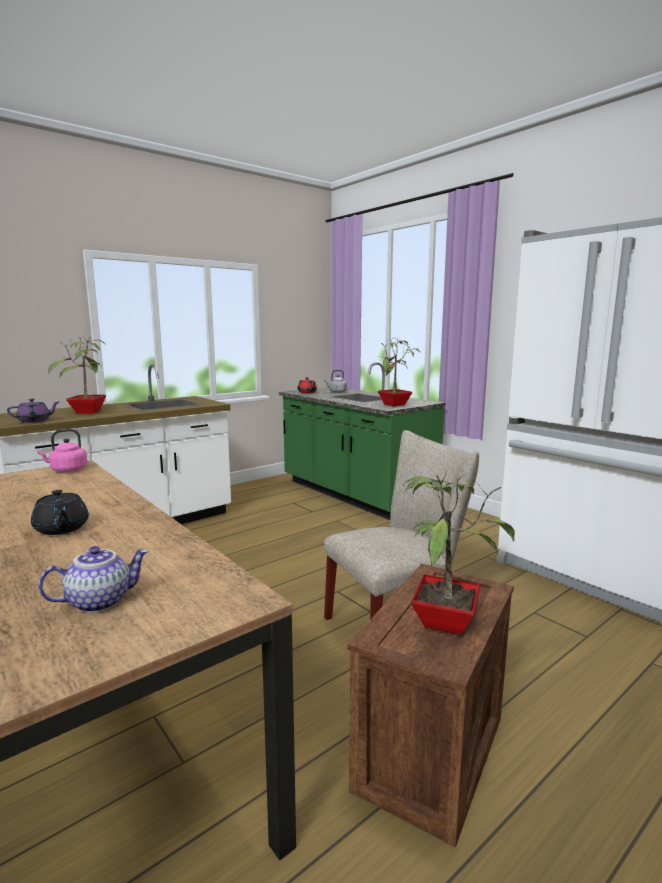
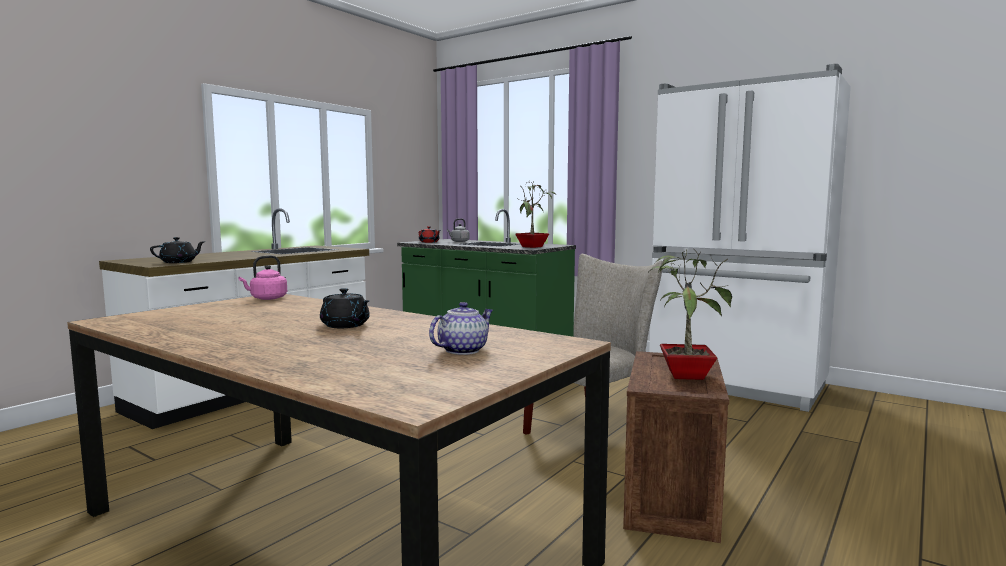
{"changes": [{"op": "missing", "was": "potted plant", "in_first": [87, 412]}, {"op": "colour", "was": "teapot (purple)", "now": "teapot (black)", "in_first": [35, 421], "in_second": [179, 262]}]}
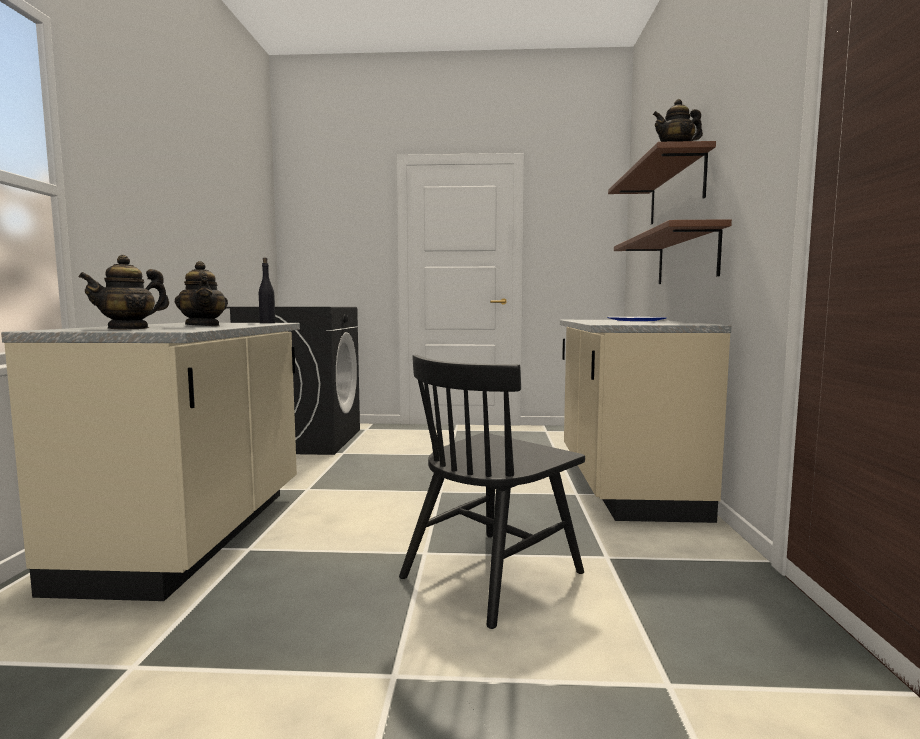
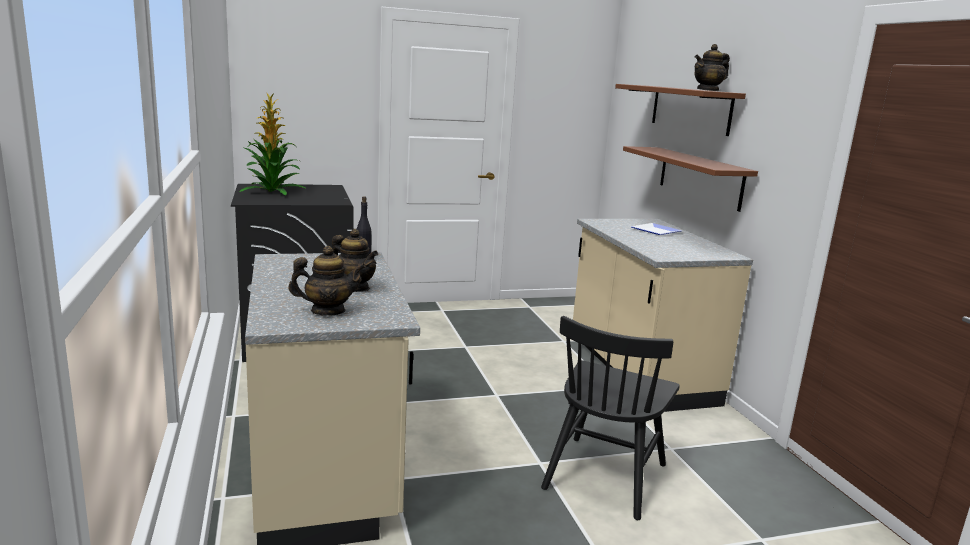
{"changes": [{"op": "appeared", "now": "potted plant", "in_second": [273, 191]}, {"op": "spun", "was": "teapot", "in_first": [129, 328], "in_second": [327, 311], "clockwise": -120}]}
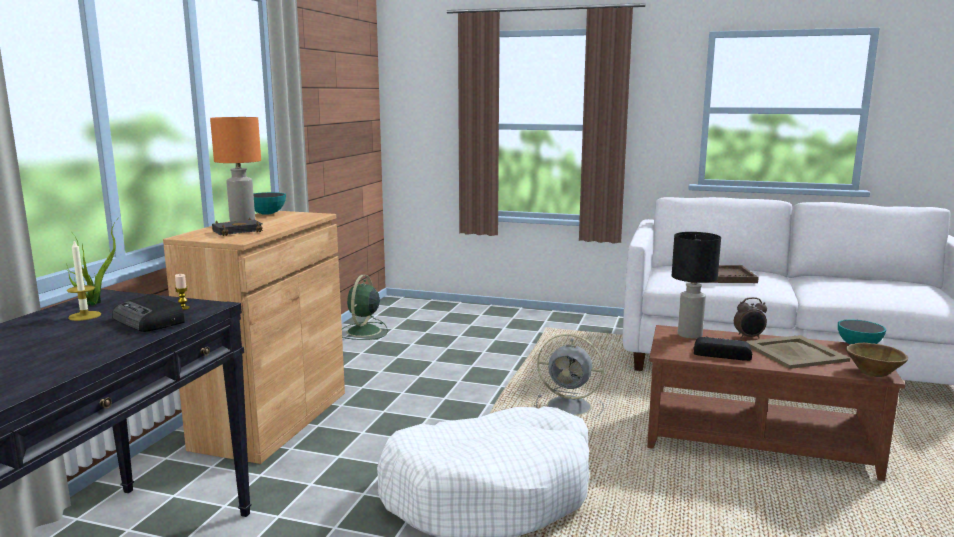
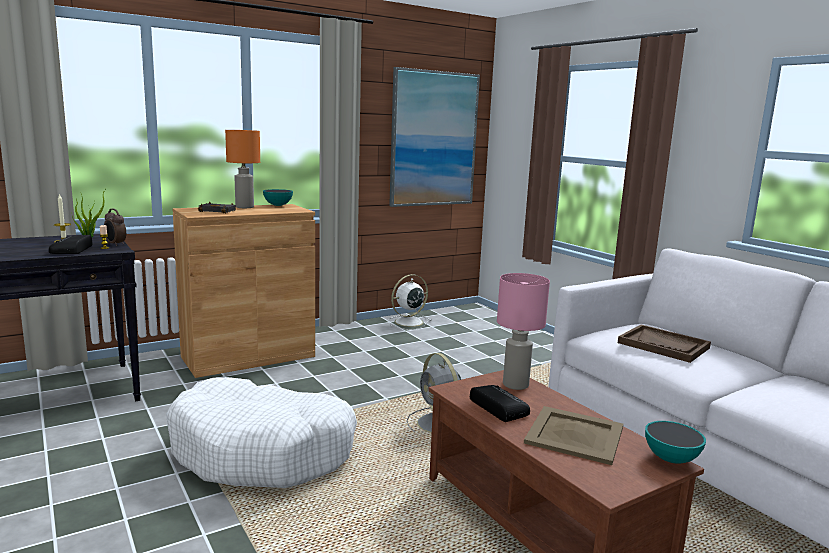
{"changes": [{"op": "missing", "was": "bowl (brown)", "in_first": [872, 373]}, {"op": "appeared", "now": "picture", "in_second": [433, 139]}, {"op": "relocated", "was": "alarm clock", "in_first": [749, 337], "in_second": [115, 244]}, {"op": "colour", "was": "fan (green)", "now": "fan (white)", "in_first": [363, 332], "in_second": [407, 322]}, {"op": "colour", "was": "table lamp (black)", "now": "table lamp (pink)", "in_first": [689, 335], "in_second": [515, 385]}]}
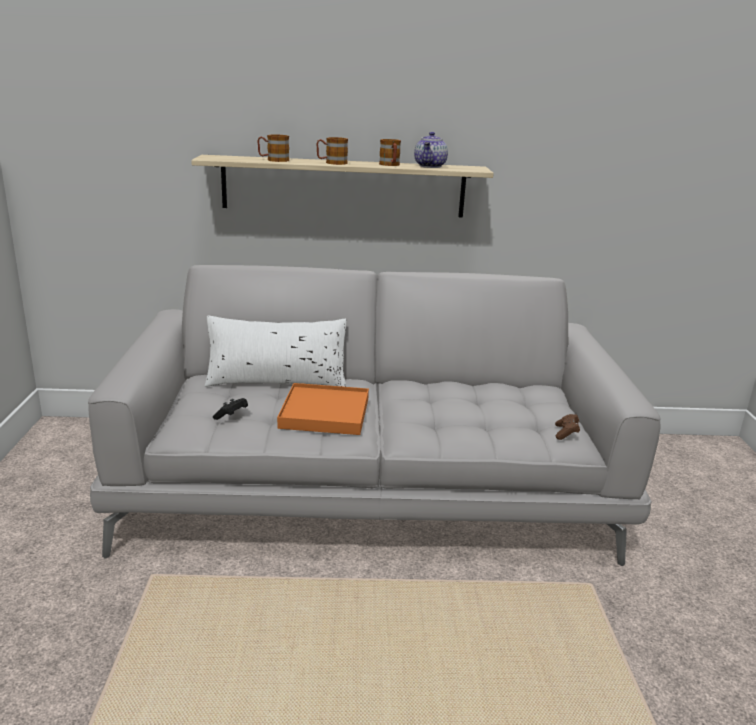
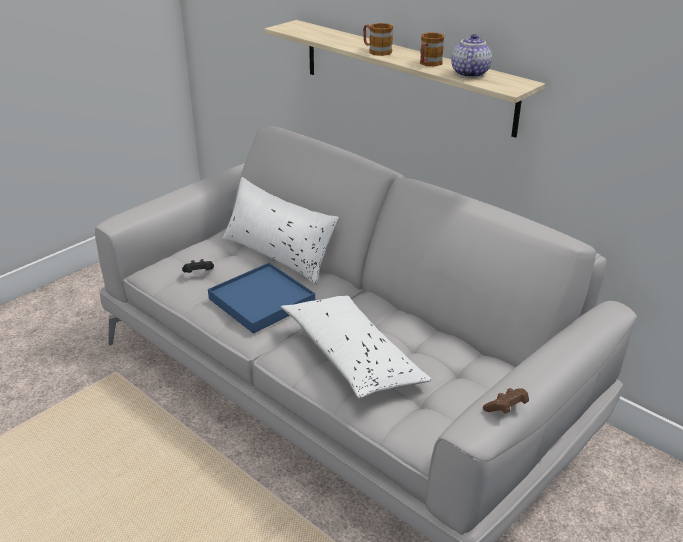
{"changes": [{"op": "missing", "was": "mug", "in_first": [273, 160]}, {"op": "appeared", "now": "pillow (white)", "in_second": [352, 357]}, {"op": "relocated", "was": "game controller (brown)", "in_first": [566, 433], "in_second": [506, 408]}, {"op": "colour", "was": "tray (orange)", "now": "tray (blue)", "in_first": [325, 413], "in_second": [262, 301]}, {"op": "spun", "was": "teapot", "in_first": [430, 166], "in_second": [469, 73], "clockwise": 135}]}
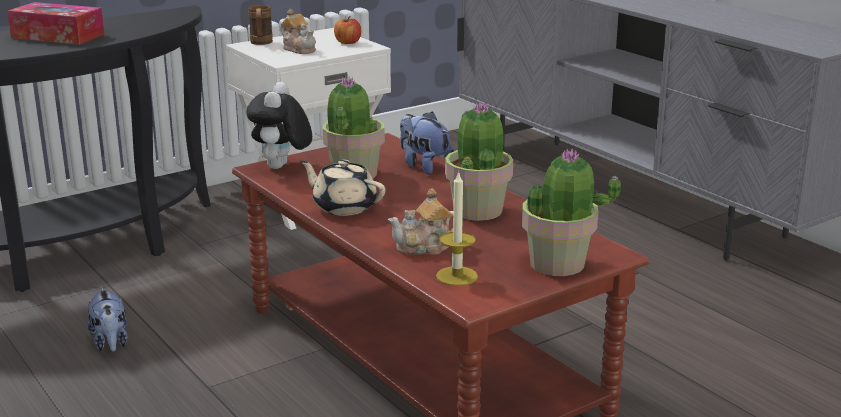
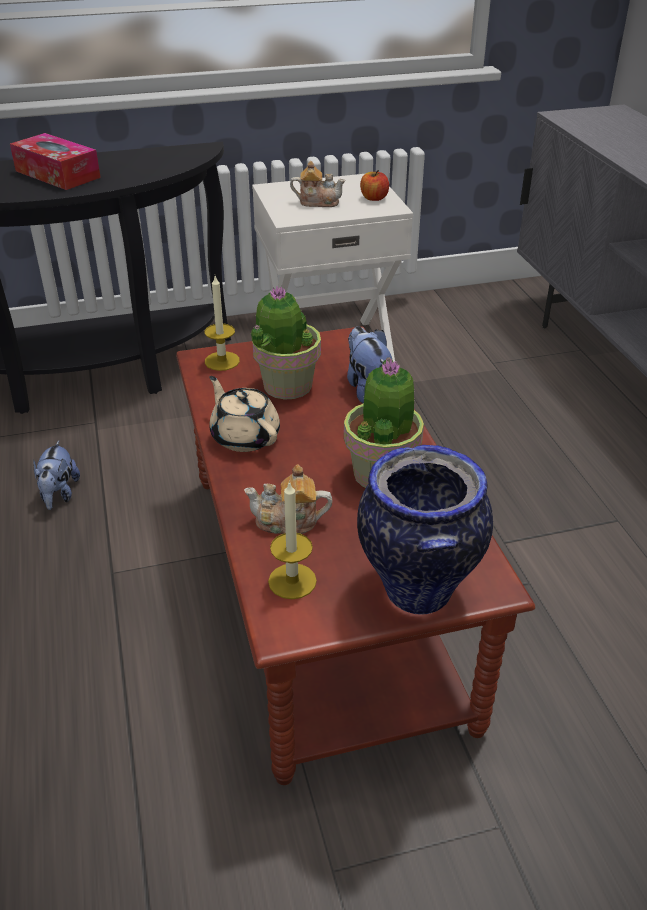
{"changes": [{"op": "missing", "was": "mug (brown)", "in_first": [261, 43]}, {"op": "exchanged", "was": "plush toy", "now": "candle", "in_first": [281, 167], "in_second": [222, 361]}, {"op": "exchanged", "was": "potted plant", "now": "vase", "in_first": [558, 264], "in_second": [417, 590]}, {"op": "spun", "was": "teapot", "in_first": [299, 49], "in_second": [318, 202], "clockwise": -60}]}
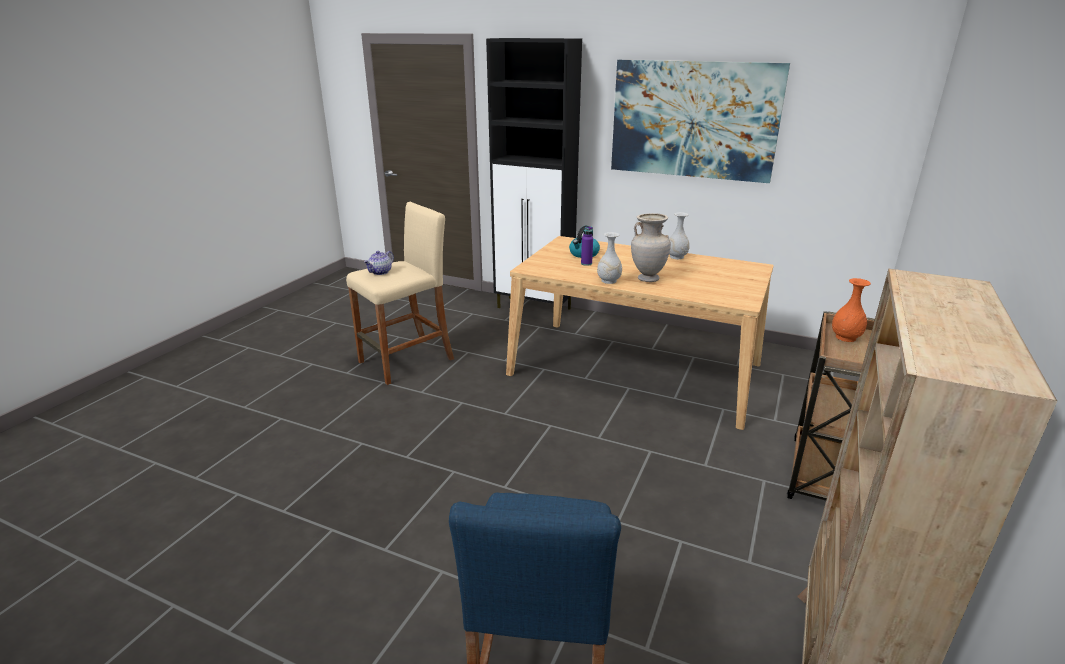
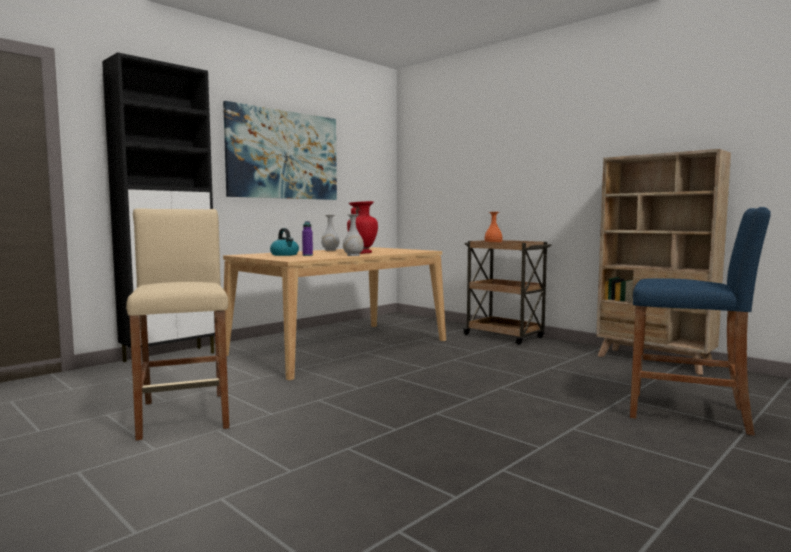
{"changes": [{"op": "missing", "was": "teapot", "in_first": [380, 272]}, {"op": "colour", "was": "vase (beige)", "now": "vase (red)", "in_first": [648, 279], "in_second": [362, 253]}]}
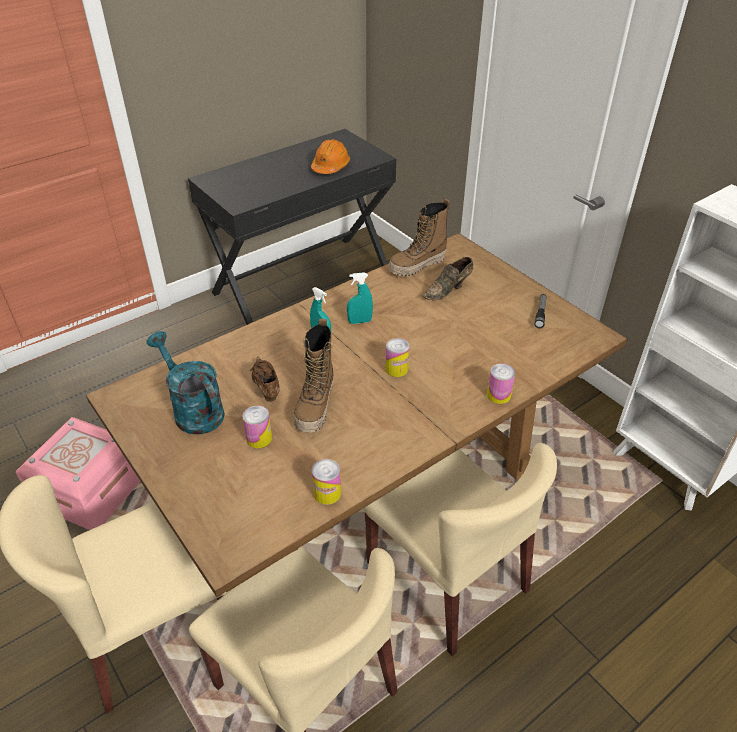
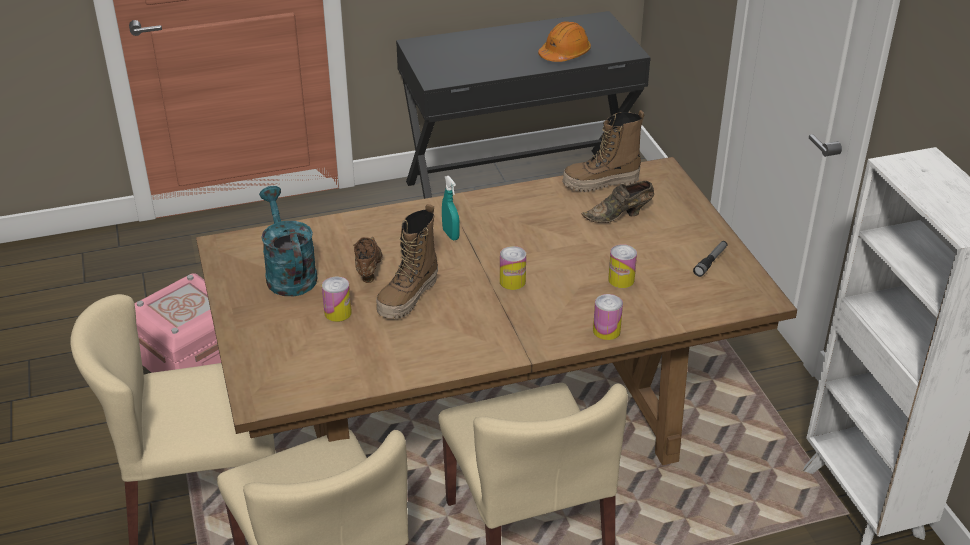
{"changes": [{"op": "missing", "was": "spray bottle (turquoise)", "in_first": [359, 321]}, {"op": "relocated", "was": "can", "in_first": [327, 493], "in_second": [621, 280]}]}
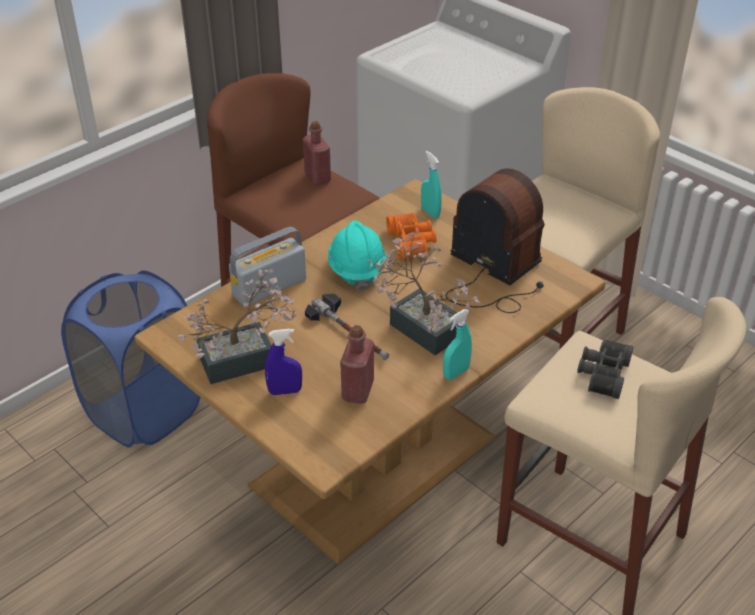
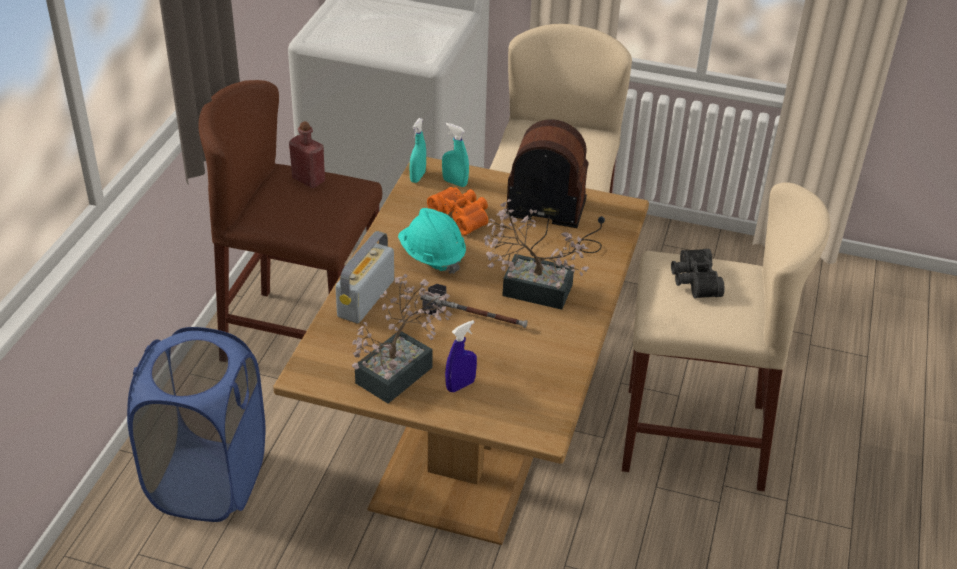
{"changes": [{"op": "missing", "was": "bottle (red)", "in_first": [358, 391]}, {"op": "relocated", "was": "spray bottle (turquoise)", "in_first": [456, 373], "in_second": [418, 177]}]}
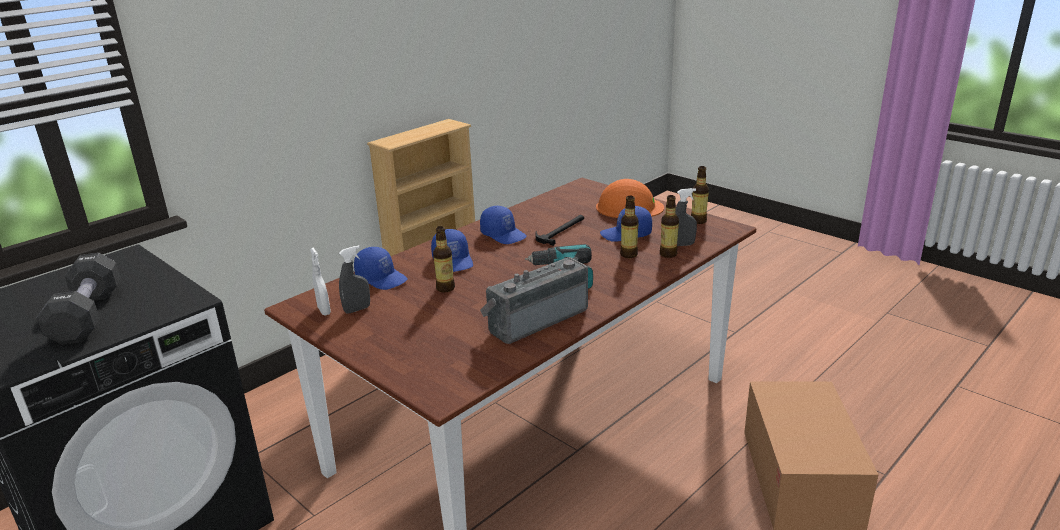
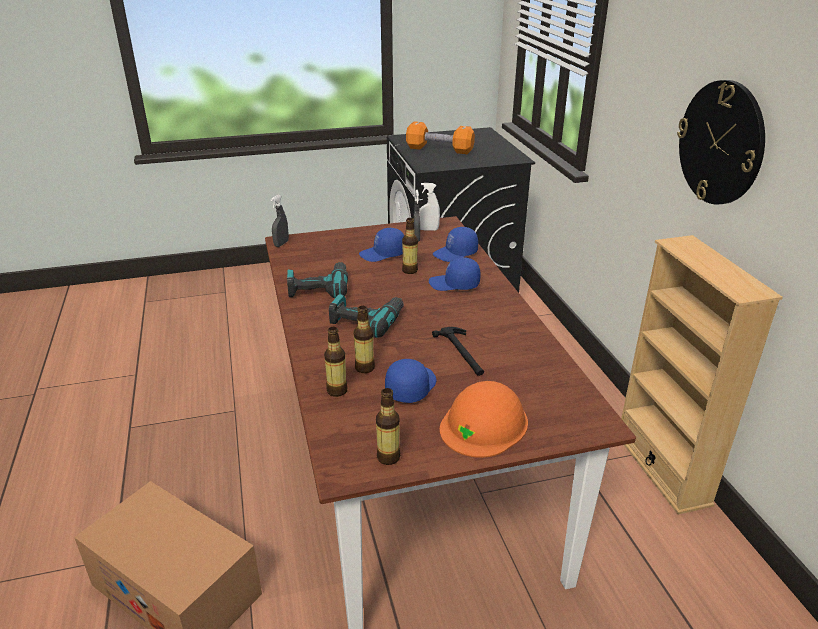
{"changes": [{"op": "appeared", "now": "wall clock", "in_second": [721, 143]}, {"op": "relocated", "was": "cap (blue)", "in_first": [504, 235], "in_second": [383, 254]}, {"op": "relocated", "was": "spray bottle (grey)", "in_first": [682, 245], "in_second": [281, 244]}, {"op": "exchanged", "was": "radio", "now": "power drill", "in_first": [535, 319], "in_second": [319, 288]}, {"op": "colour", "was": "dumbbell (black)", "now": "dumbbell (orange)", "in_first": [88, 316], "in_second": [439, 149]}]}
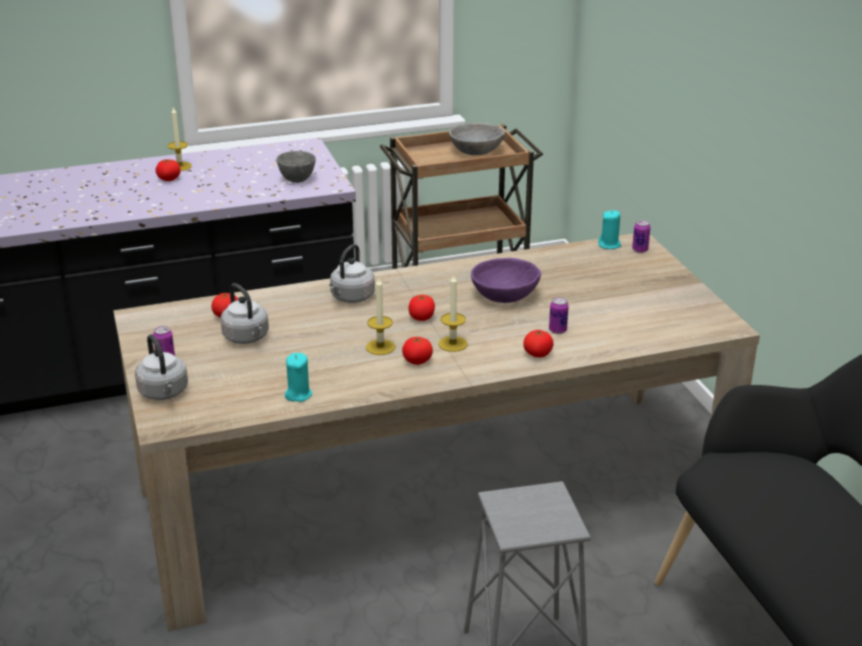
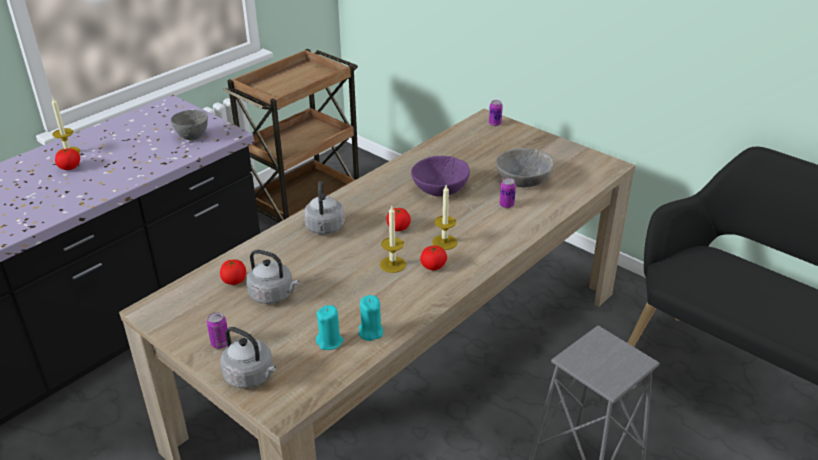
{"changes": [{"op": "missing", "was": "tomato", "in_first": [537, 354]}, {"op": "relocated", "was": "bowl (grey)", "in_first": [476, 151], "in_second": [523, 180]}, {"op": "relocated", "was": "candle (turquoise)", "in_first": [609, 245], "in_second": [330, 341]}]}
